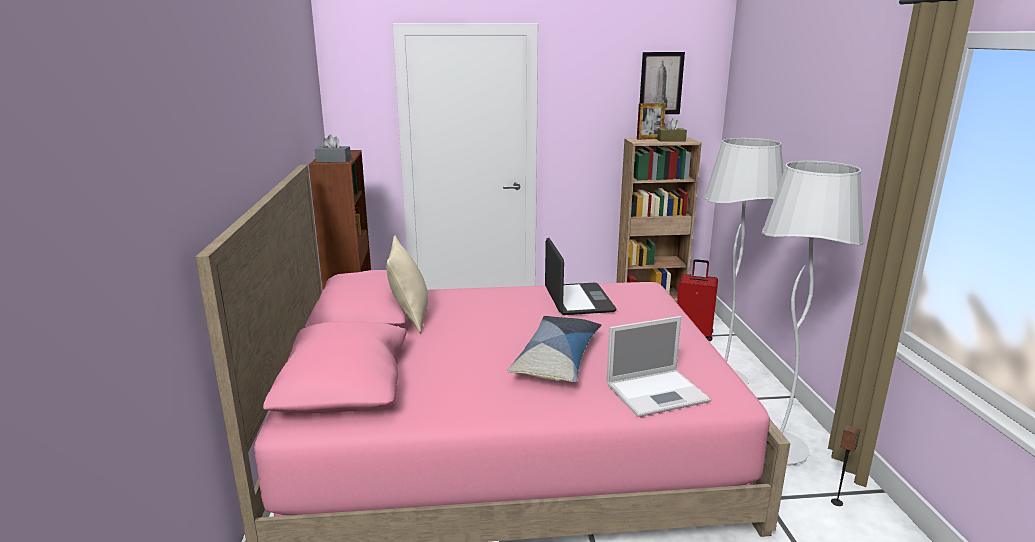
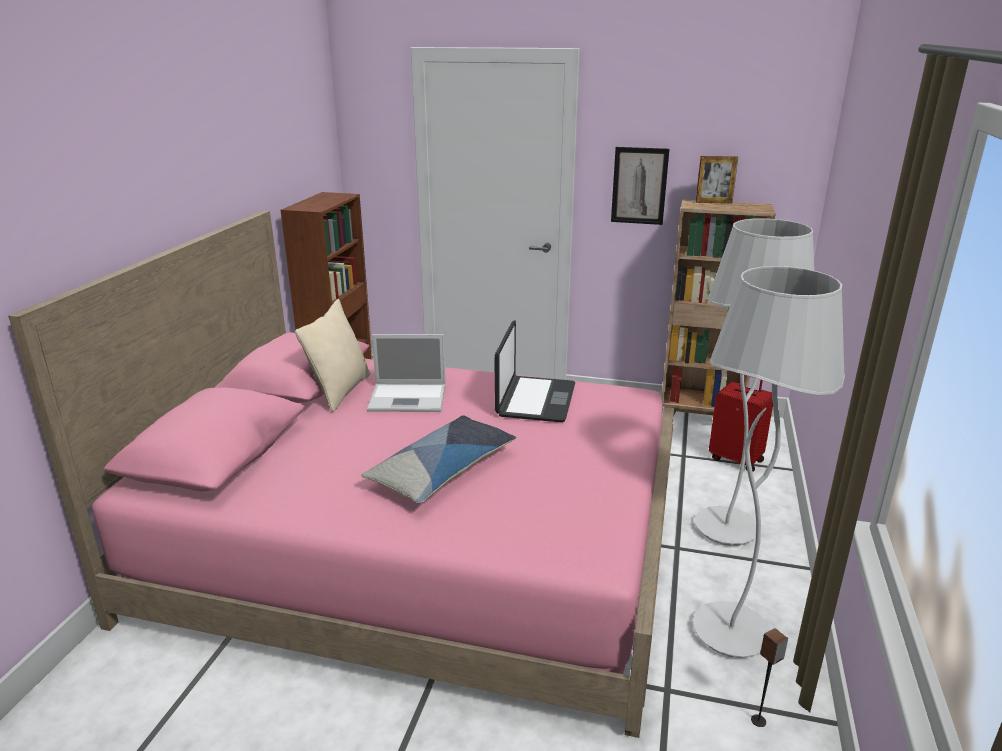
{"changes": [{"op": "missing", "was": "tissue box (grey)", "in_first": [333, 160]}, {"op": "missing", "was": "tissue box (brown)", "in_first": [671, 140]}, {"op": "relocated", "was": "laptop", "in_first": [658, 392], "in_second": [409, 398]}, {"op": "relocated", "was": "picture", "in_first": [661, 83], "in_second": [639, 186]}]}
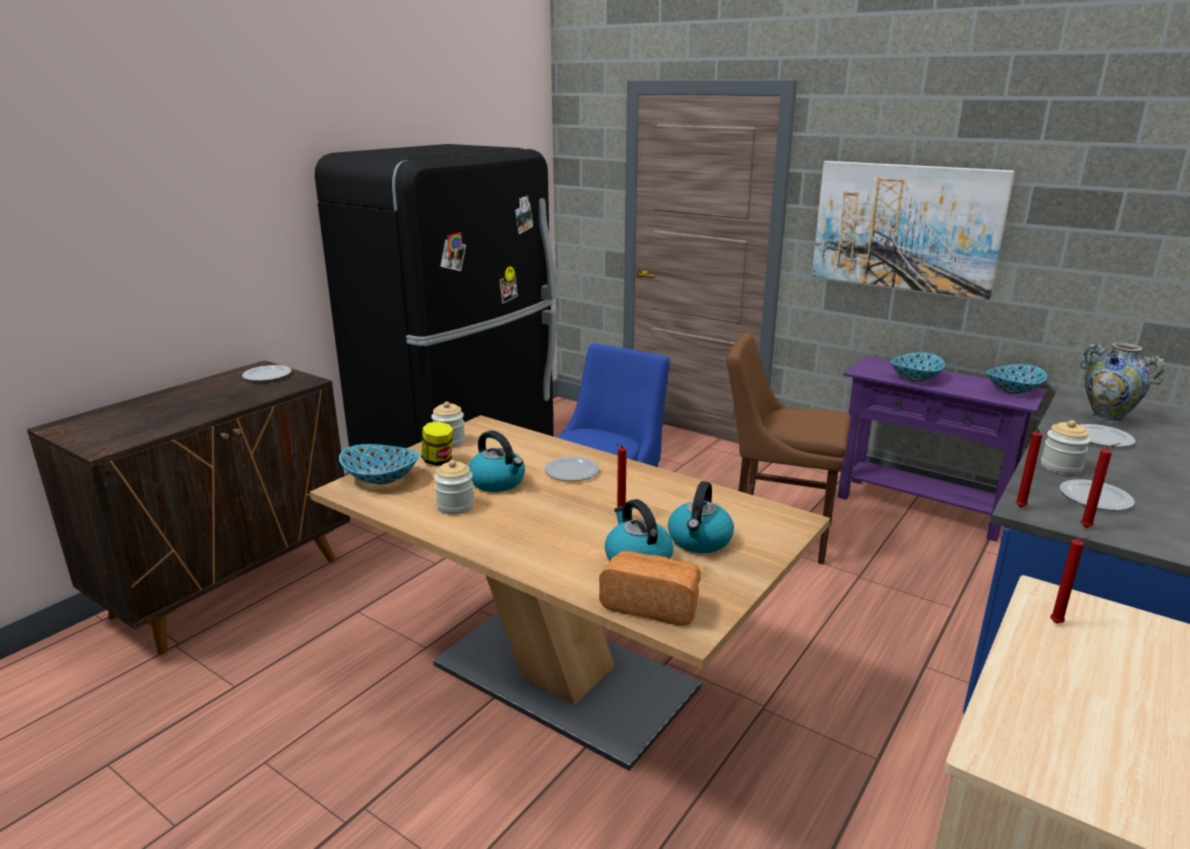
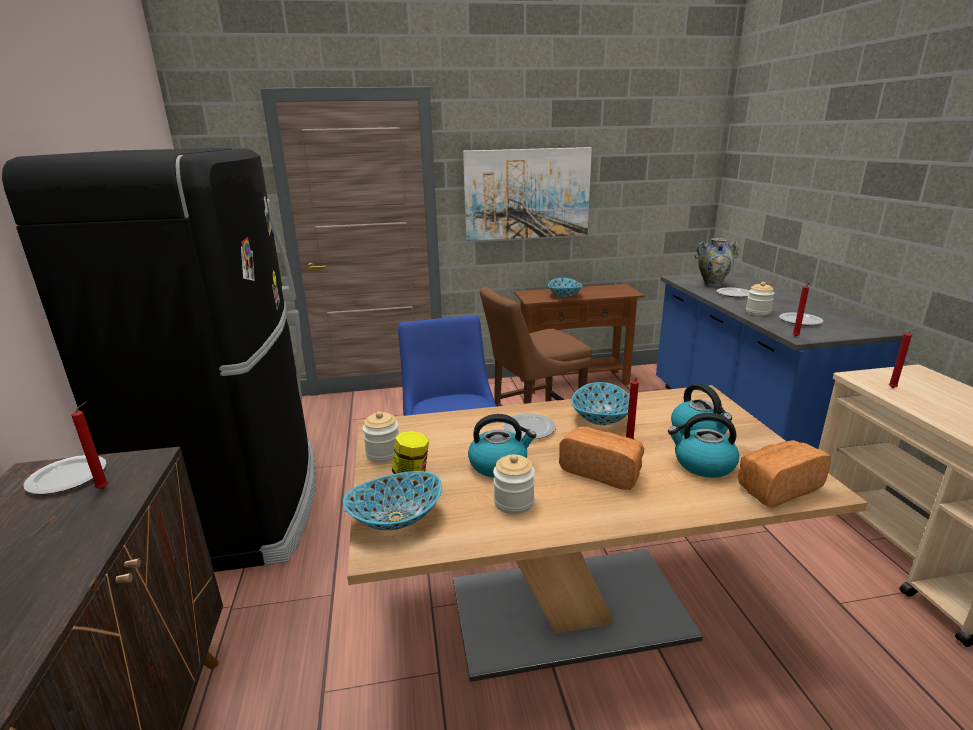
{"changes": [{"op": "appeared", "now": "bread", "in_second": [602, 471]}, {"op": "relocated", "was": "bowl", "in_first": [1013, 390], "in_second": [601, 418]}, {"op": "relocated", "was": "candle (red)", "in_first": [1088, 528], "in_second": [105, 488]}, {"op": "colour", "was": "console table (purple)", "now": "console table (brown)", "in_first": [920, 508], "in_second": [574, 382]}]}
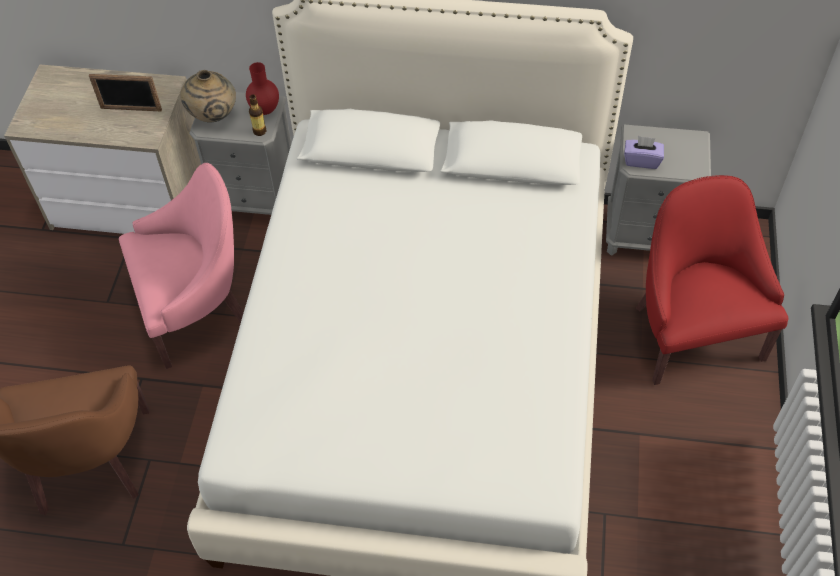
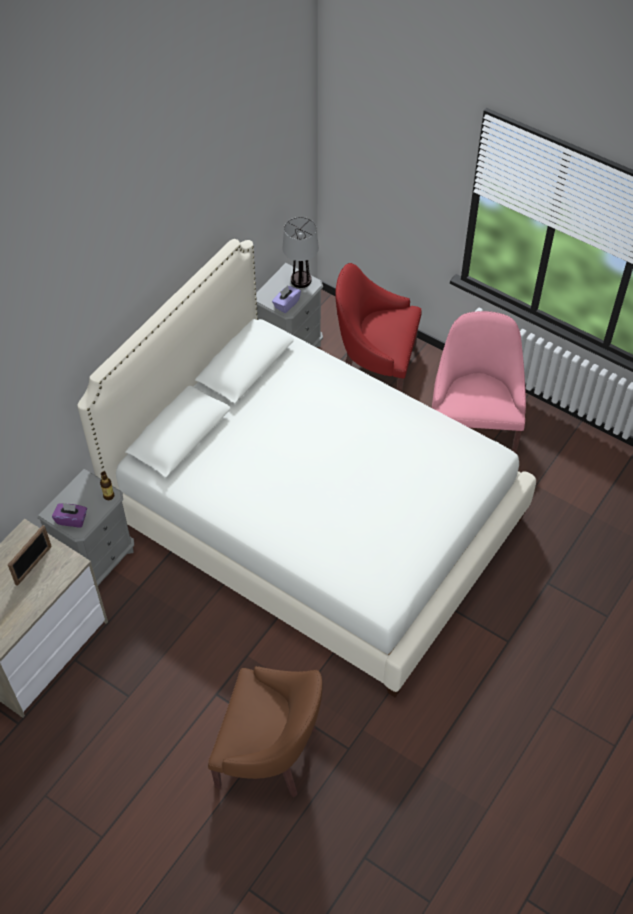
{"changes": [{"op": "missing", "was": "vase (red)", "in_first": [265, 111]}, {"op": "appeared", "now": "table lamp", "in_second": [300, 280]}, {"op": "relocated", "was": "armchair (pink)", "in_first": [198, 309], "in_second": [473, 425]}, {"op": "exchanged", "was": "vase (beige)", "now": "tissue box (purple)", "in_first": [213, 117], "in_second": [72, 519]}]}
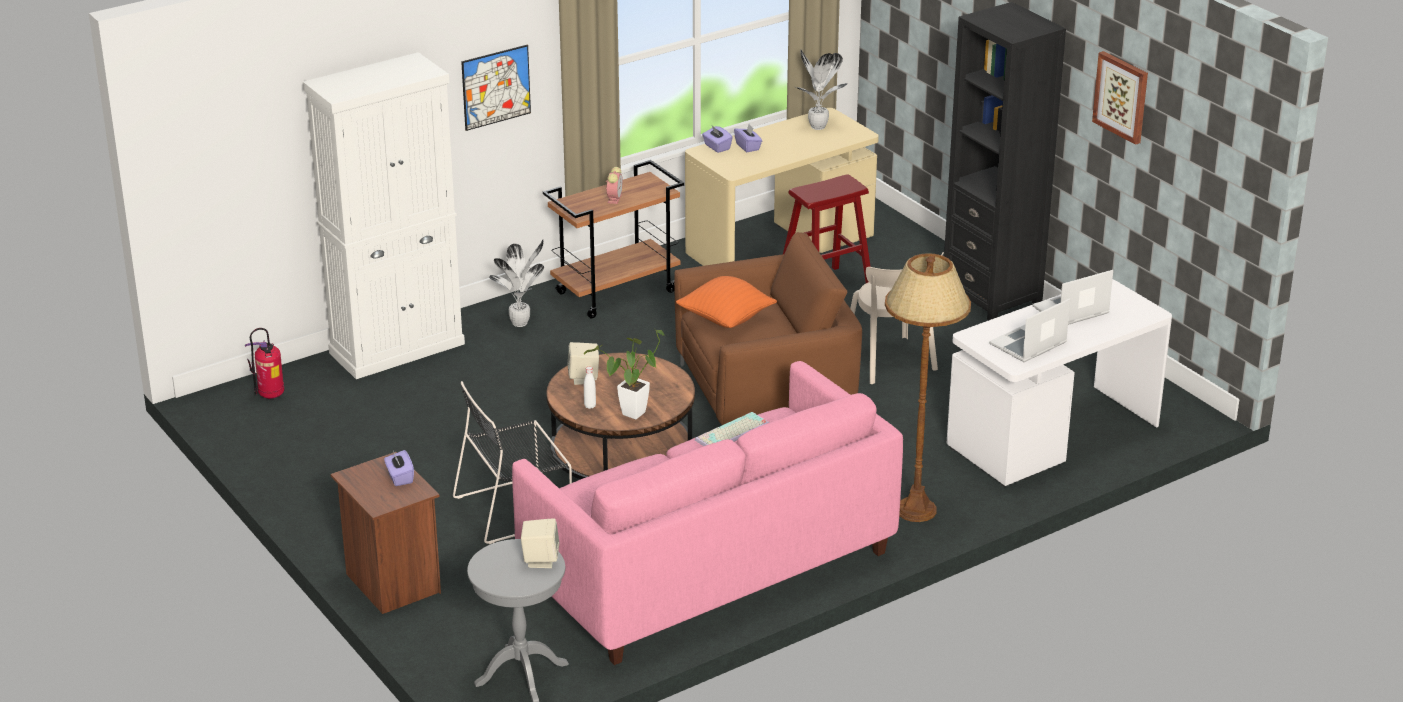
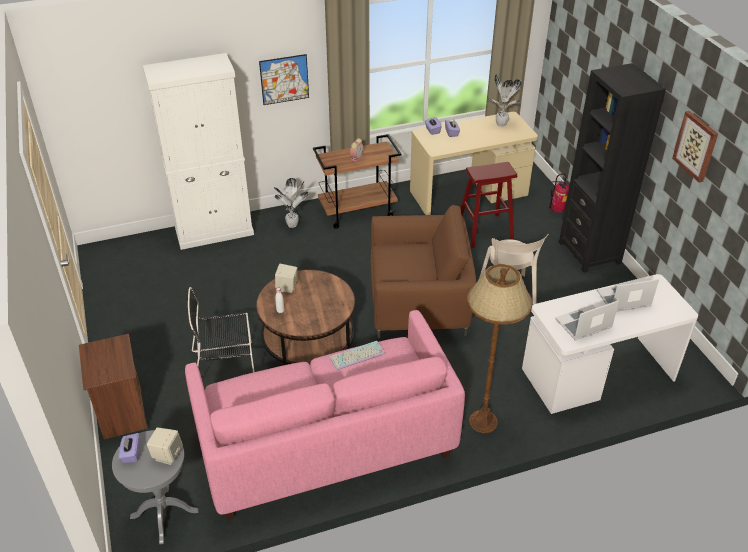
{"changes": [{"op": "missing", "was": "potted plant", "in_first": [630, 416]}, {"op": "missing", "was": "pillow (orange)", "in_first": [726, 319]}, {"op": "relocated", "was": "fire extinguisher", "in_first": [270, 396], "in_second": [557, 211]}, {"op": "relocated", "was": "tissue box (purple)", "in_first": [399, 477], "in_second": [131, 454]}]}
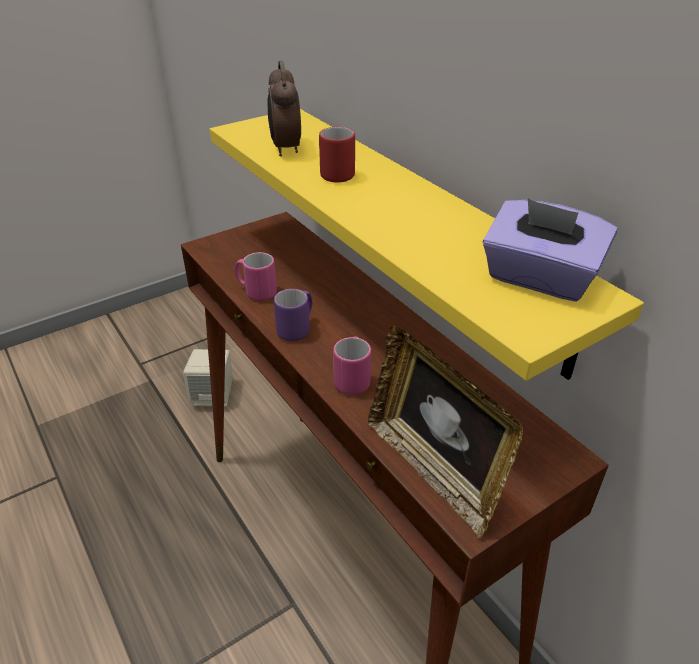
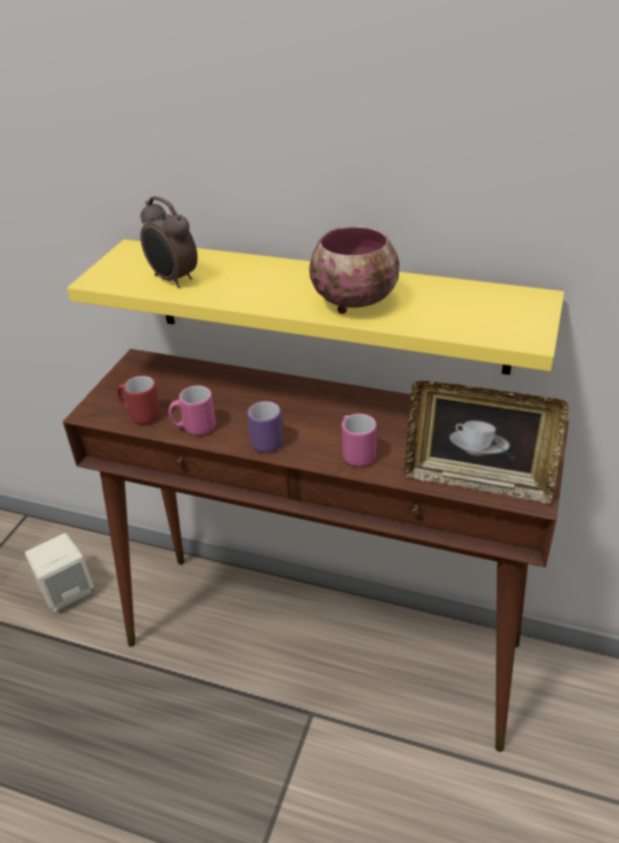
{"changes": [{"op": "missing", "was": "tissue box (purple)", "in_first": [539, 279]}, {"op": "appeared", "now": "bowl", "in_second": [356, 302]}, {"op": "relocated", "was": "mug (red)", "in_first": [334, 174], "in_second": [141, 415]}]}
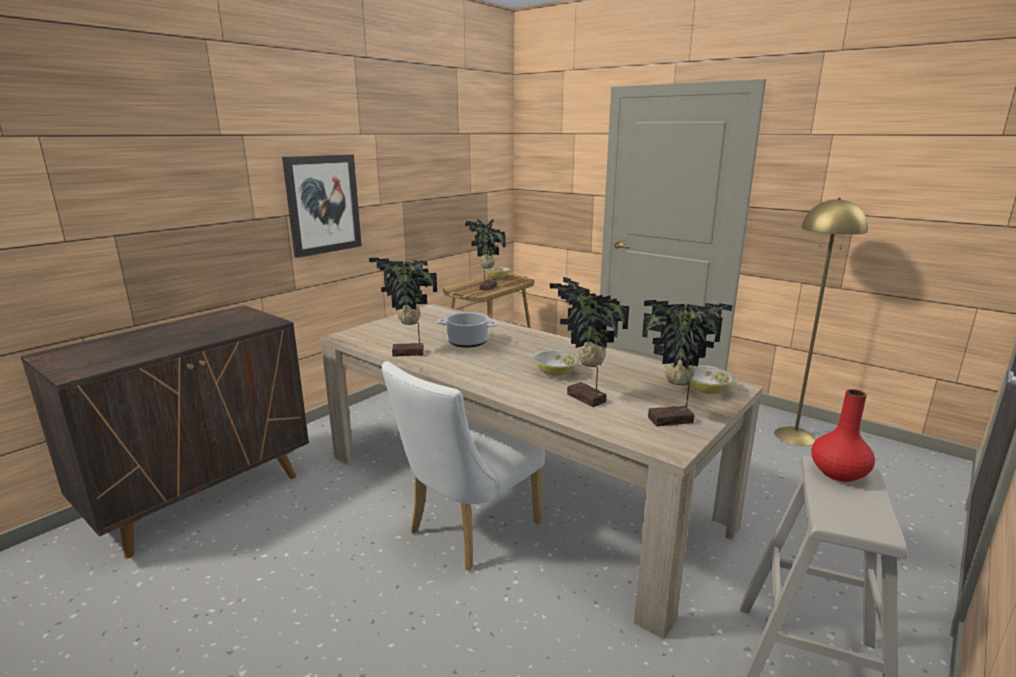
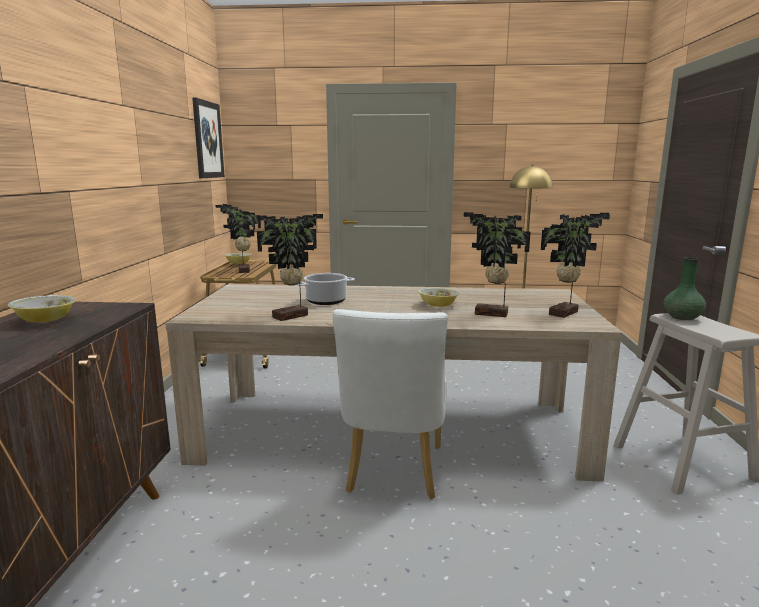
{"changes": [{"op": "relocated", "was": "picture", "in_first": [323, 204], "in_second": [207, 140]}, {"op": "relocated", "was": "bowl", "in_first": [707, 390], "in_second": [45, 320]}, {"op": "colour", "was": "vase (red)", "now": "vase (green)", "in_first": [839, 473], "in_second": [682, 317]}]}
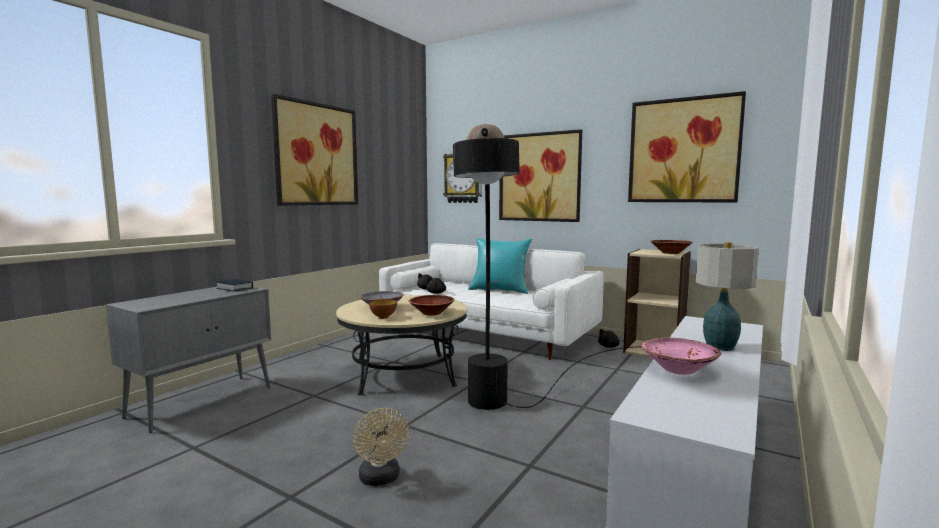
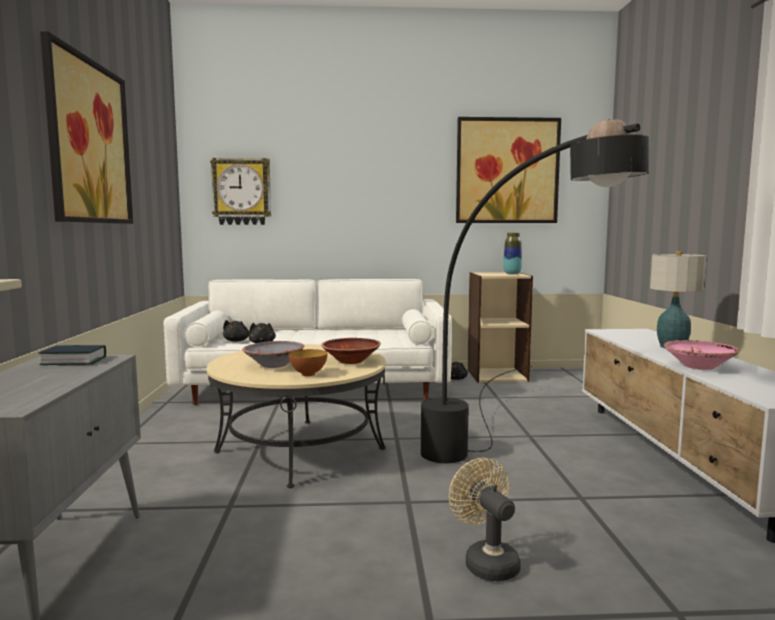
{"changes": [{"op": "missing", "was": "pillow (turquoise)", "in_first": [500, 290]}, {"op": "missing", "was": "picture", "in_first": [539, 177]}, {"op": "exchanged", "was": "bowl (brown)", "now": "vase", "in_first": [670, 253], "in_second": [512, 274]}, {"op": "spun", "was": "fan (beige)", "in_first": [381, 479], "in_second": [486, 561], "clockwise": -150}]}
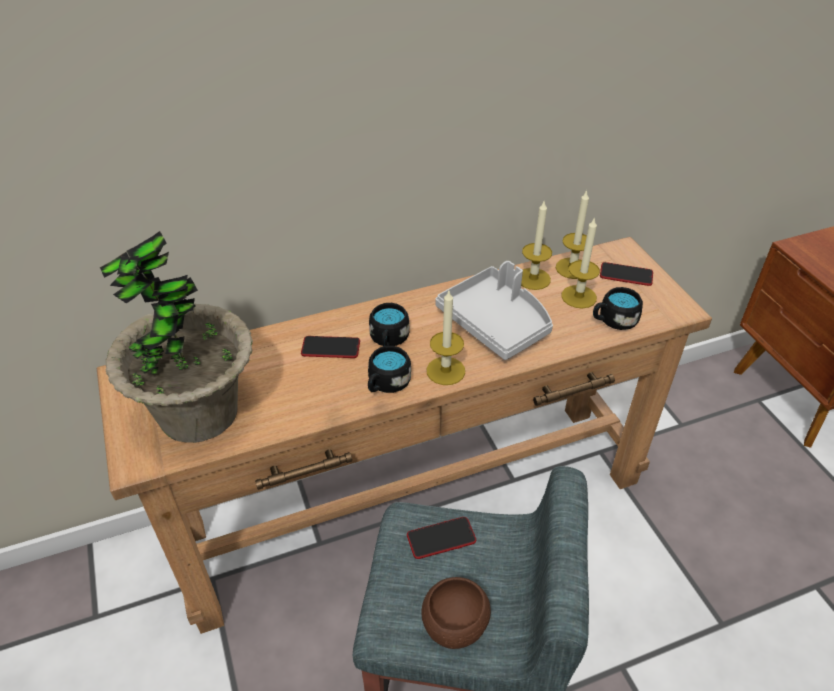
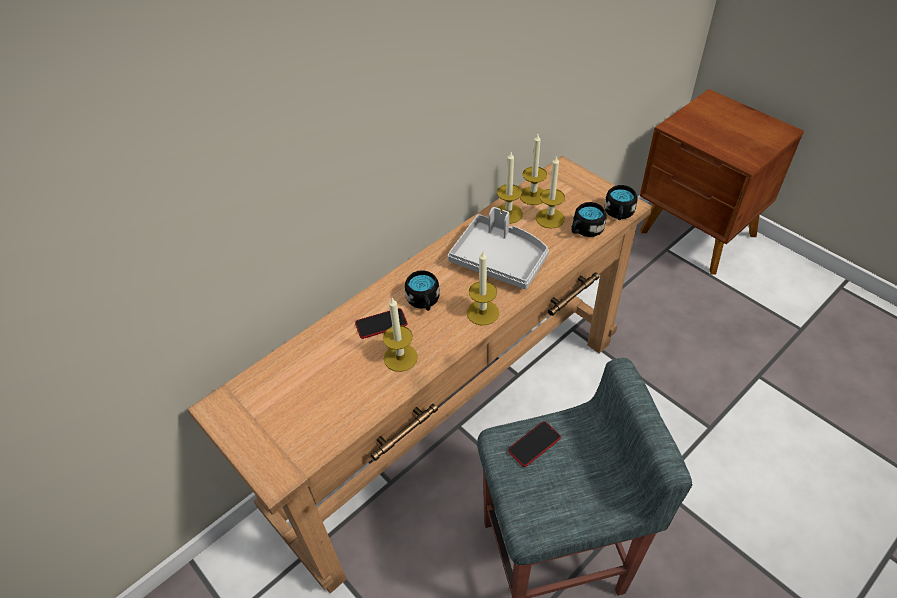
{"changes": [{"op": "missing", "was": "potted plant", "in_first": [198, 413]}, {"op": "missing", "was": "bowl (brown)", "in_first": [454, 625]}, {"op": "missing", "was": "phone", "in_first": [626, 275]}, {"op": "appeared", "now": "candle", "in_second": [400, 357]}, {"op": "relocated", "was": "mug (black)", "in_first": [386, 384], "in_second": [618, 214]}]}
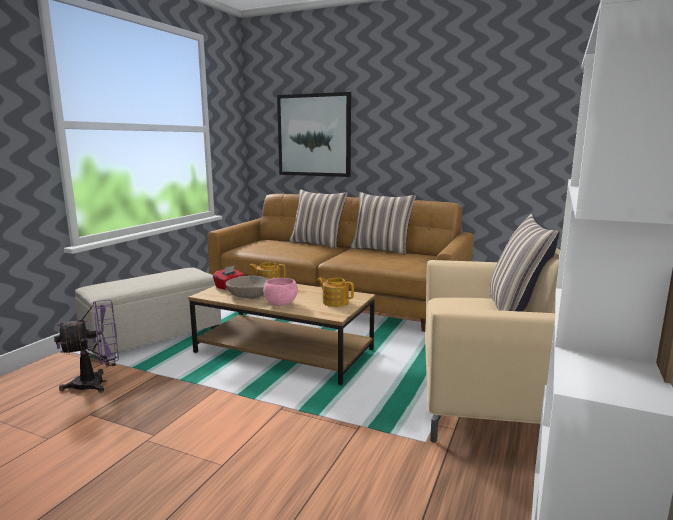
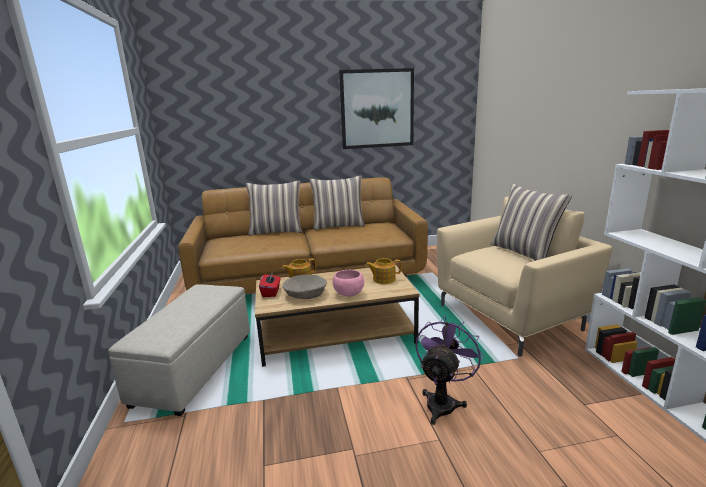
{"changes": [{"op": "relocated", "was": "fan (purple)", "in_first": [97, 383], "in_second": [443, 402]}, {"op": "relocated", "was": "picture", "in_first": [314, 135], "in_second": [377, 109]}]}
